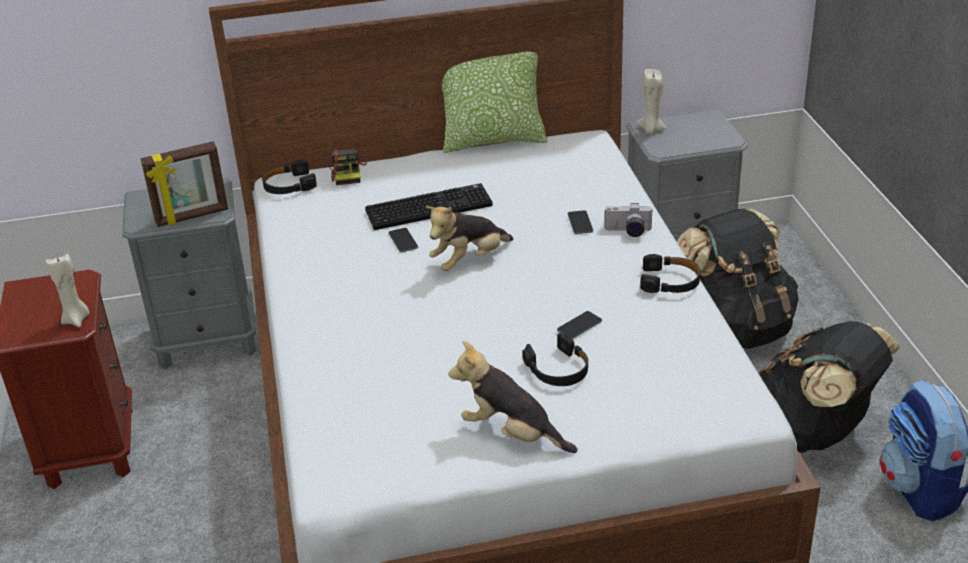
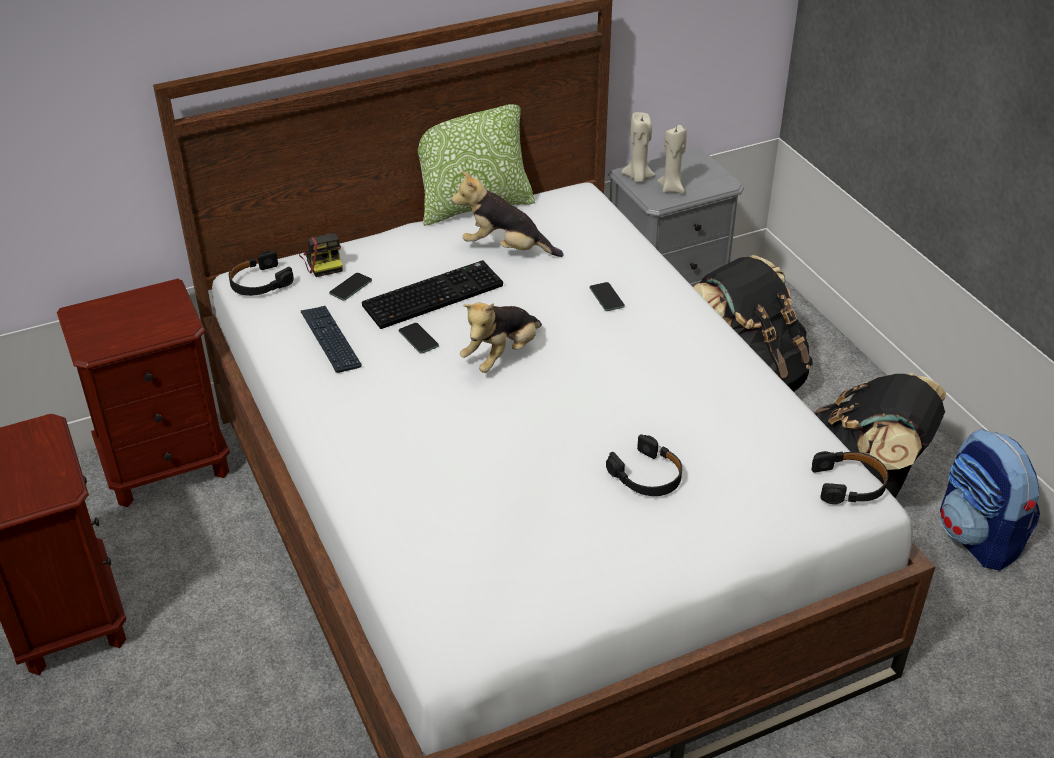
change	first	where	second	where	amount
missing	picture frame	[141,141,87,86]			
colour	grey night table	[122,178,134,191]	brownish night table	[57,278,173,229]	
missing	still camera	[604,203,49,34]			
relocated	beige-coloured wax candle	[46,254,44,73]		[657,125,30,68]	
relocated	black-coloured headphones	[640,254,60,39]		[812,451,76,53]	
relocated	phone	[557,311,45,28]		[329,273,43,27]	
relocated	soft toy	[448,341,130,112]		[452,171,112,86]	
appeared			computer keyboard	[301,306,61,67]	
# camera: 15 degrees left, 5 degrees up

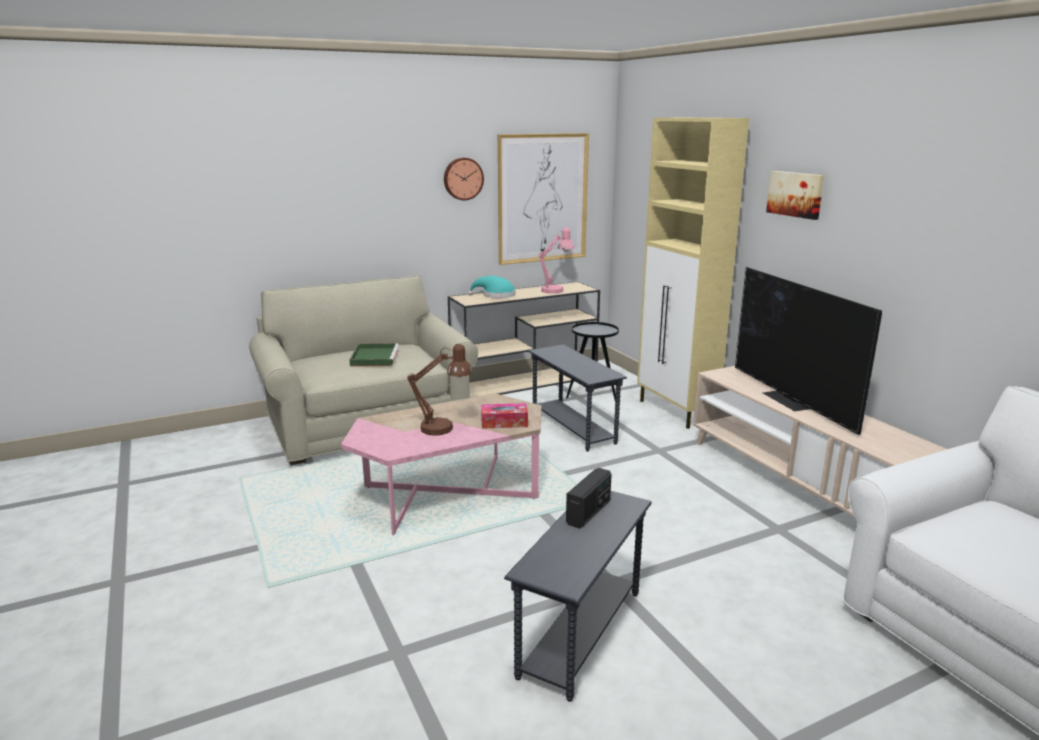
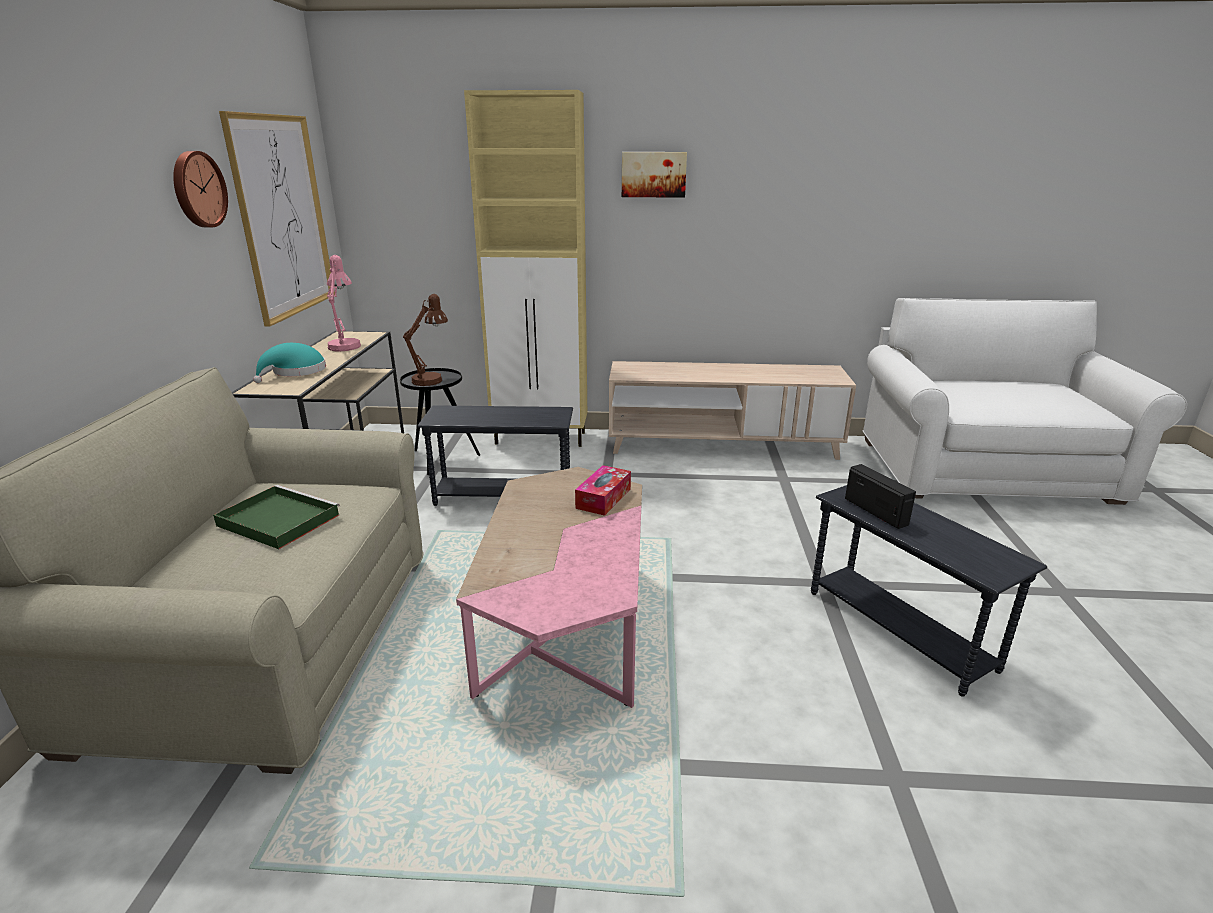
change	first	where	second	where	amount
missing	TV set	[735,267,147,168]			
relocated	brownish table lamp	[407,344,65,91]		[403,294,45,92]	
# camera: 60 degrees left, 5 degrees up

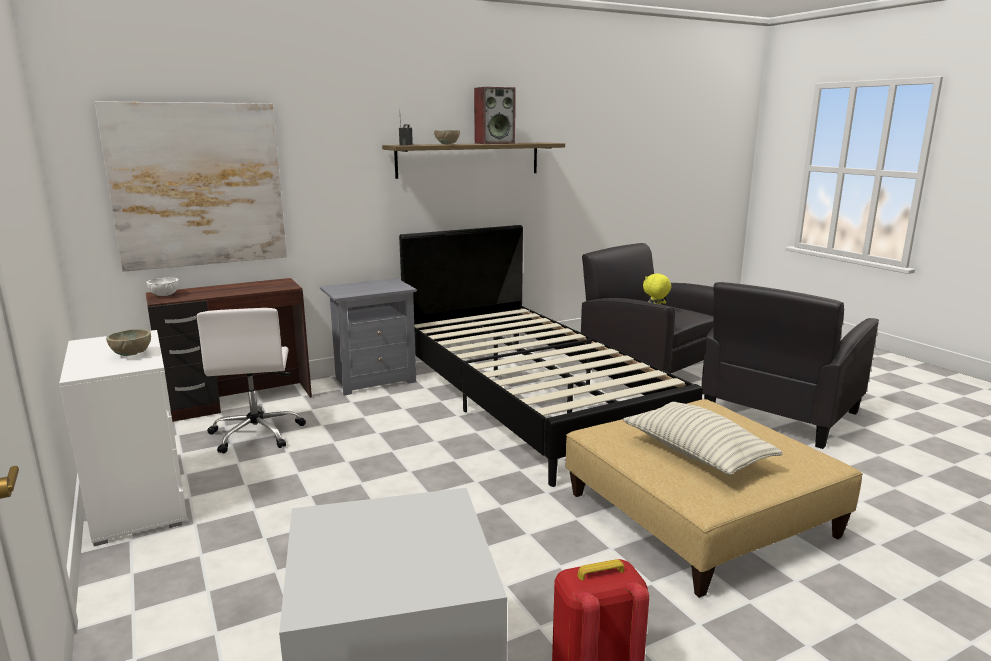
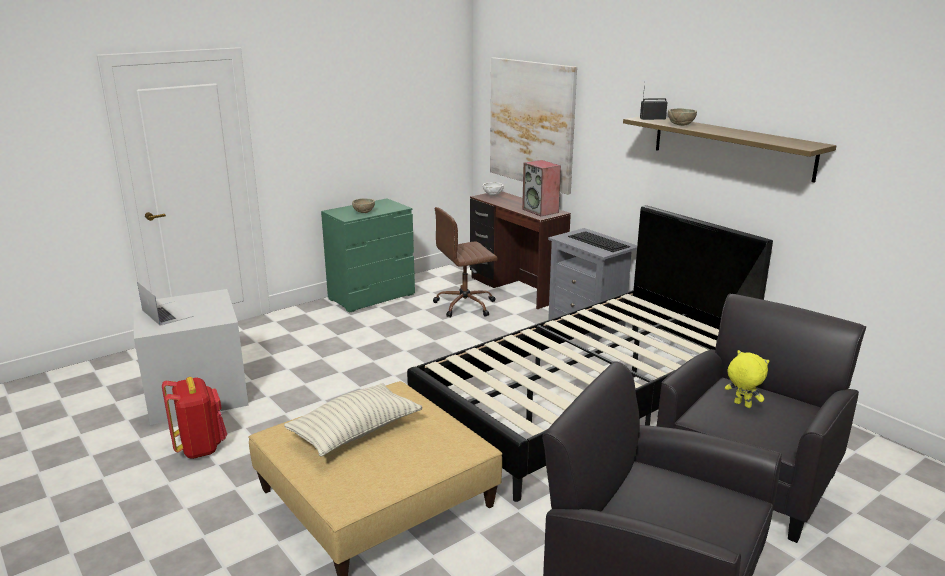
change	first	where	second	where	amount
relocated	speaker	[474,87,42,57]		[522,160,39,56]	
colour	white-coloured desk chair	[196,308,110,145]	brownish desk chair	[433,207,65,111]	
colour	white-coloured drawer chest	[59,330,128,216]	greenish drawer chest	[321,198,94,115]	
appeared			computer keyboard	[568,231,62,21]	
appeared			notebook computer	[137,282,57,44]	
# camera: 80 degrees right, 5 degrees up

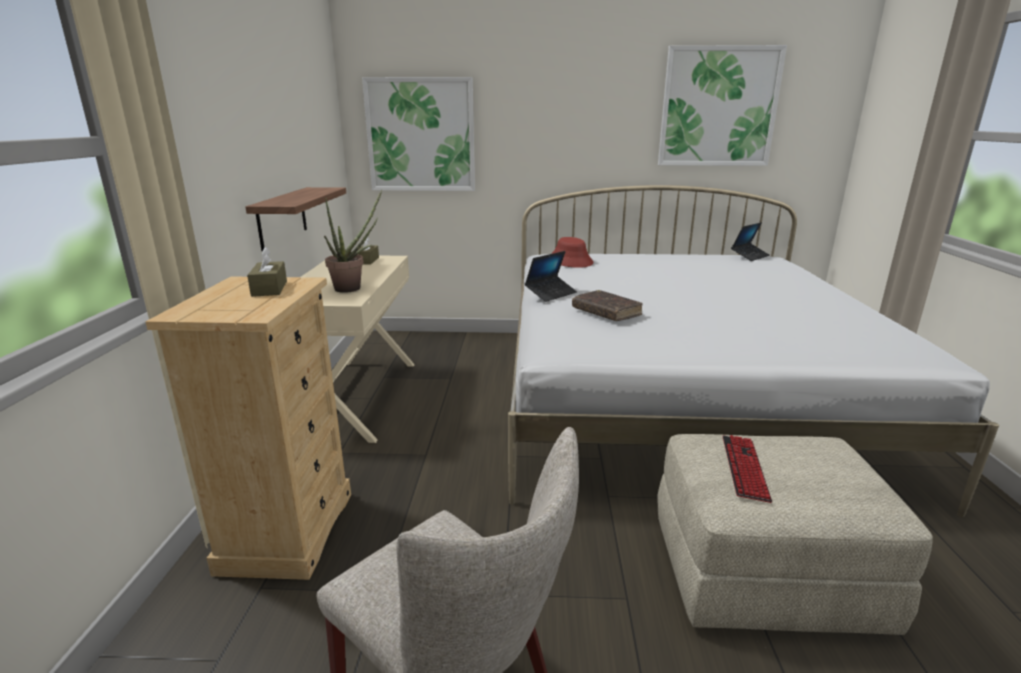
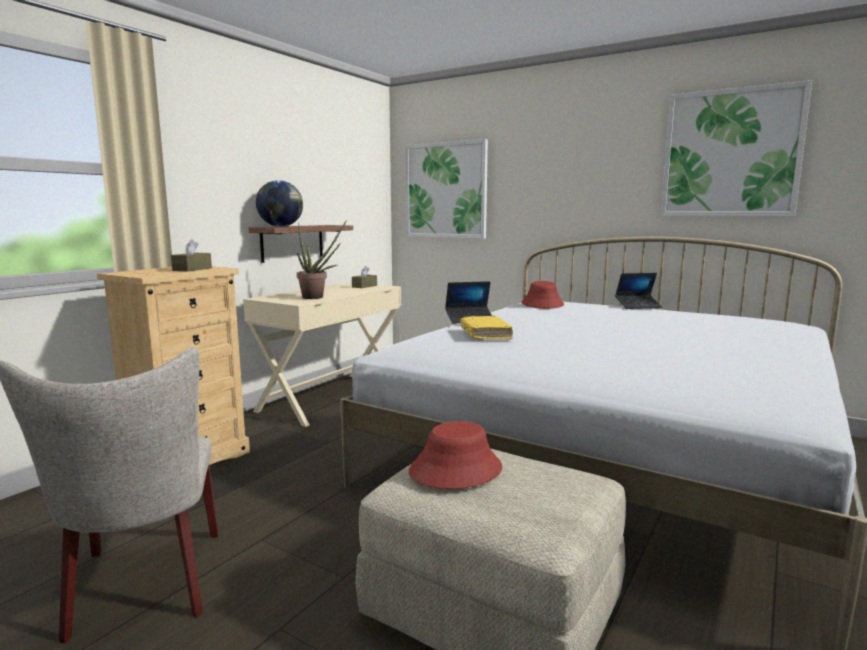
change	first	where	second	where	amount
relocated	notebook computer	[731,222,39,39]		[615,273,47,36]	
colour	brownish book	[572,290,71,31]	yellow-coloured book	[460,316,53,23]	
exchanged	computer keyboard	[723,435,49,68]	red-coloured hat	[409,421,93,68]	
appeared			globe	[256,180,47,47]	
# camera: 30 degrees right, 10 degrees down

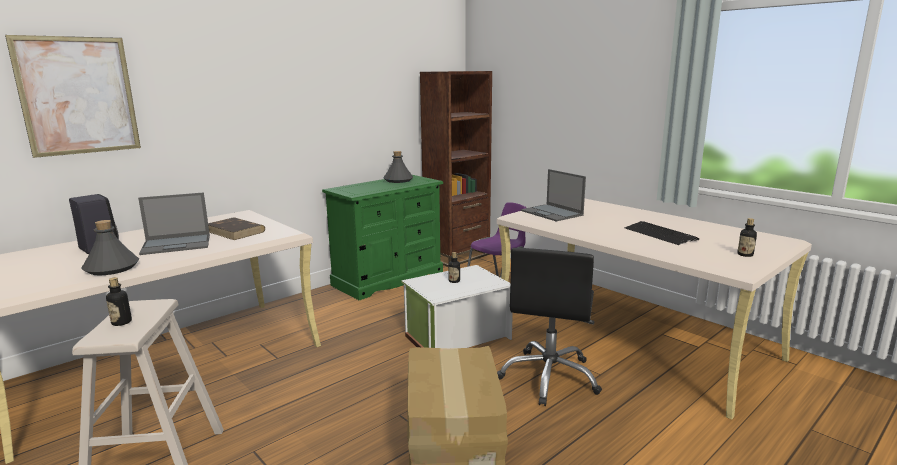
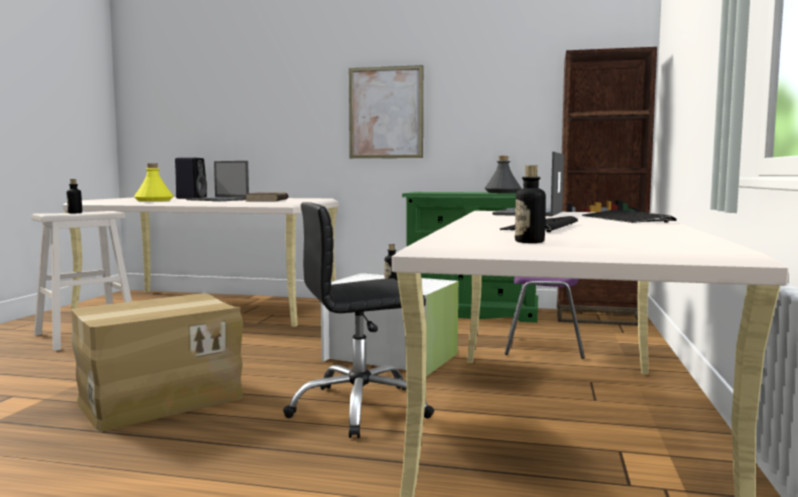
change	first	where	second	where	amount
relocated	wall picture	[5,35,136,123]		[349,65,74,93]	
colour	grey beverage bottle	[81,220,58,55]	yellow-coloured beverage bottle	[134,164,40,37]	
appeared			computer keyboard	[582,210,94,13]	
# camera: 55 degrees right, 10 degrees down

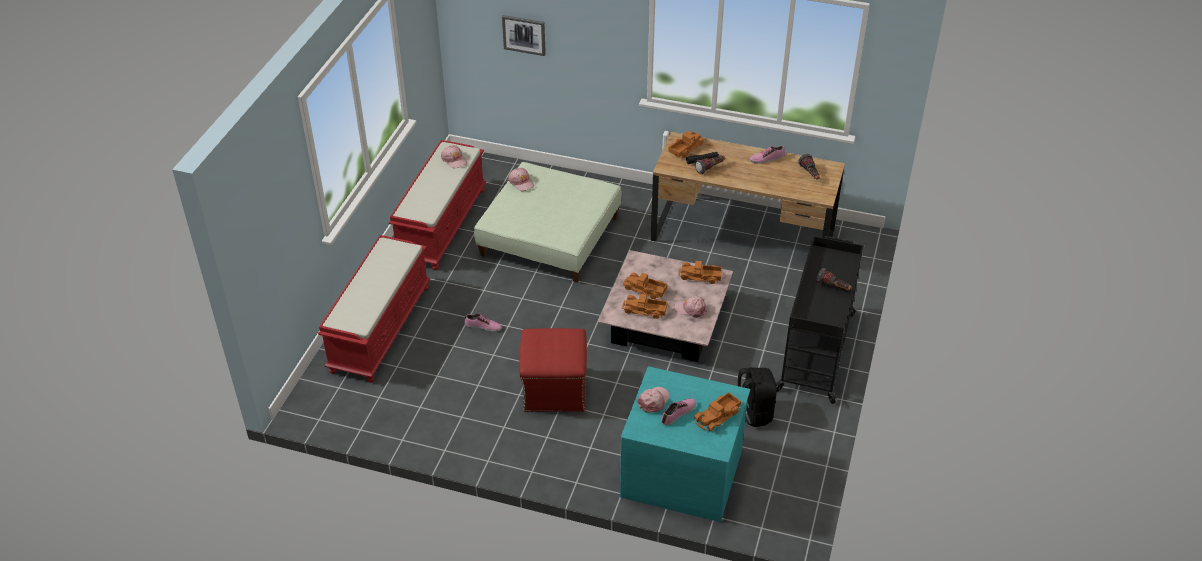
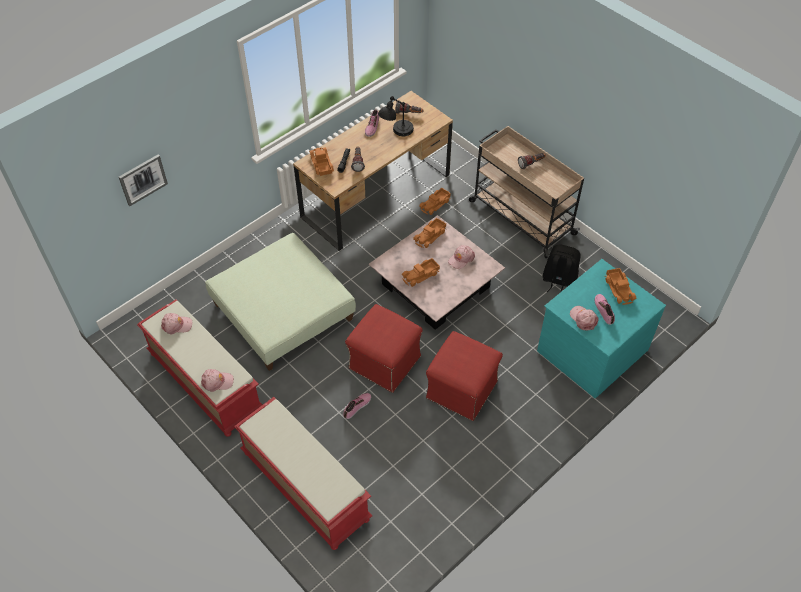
change	first	where	second	where	amount
relocated	pinkish peaked cap	[508,168,27,23]		[201,369,33,23]	
colour	black-coloured trolley	[776,236,88,168]	beige-coloured trolley	[469,126,115,132]	
relocated	toy lorry	[622,294,46,25]		[419,188,32,27]	
appeared			black-coloured table lamp	[378,96,36,40]	
appeared			red-coloured footrest	[345,304,78,89]	
# camera: 60 degrees left, 10 degrees up

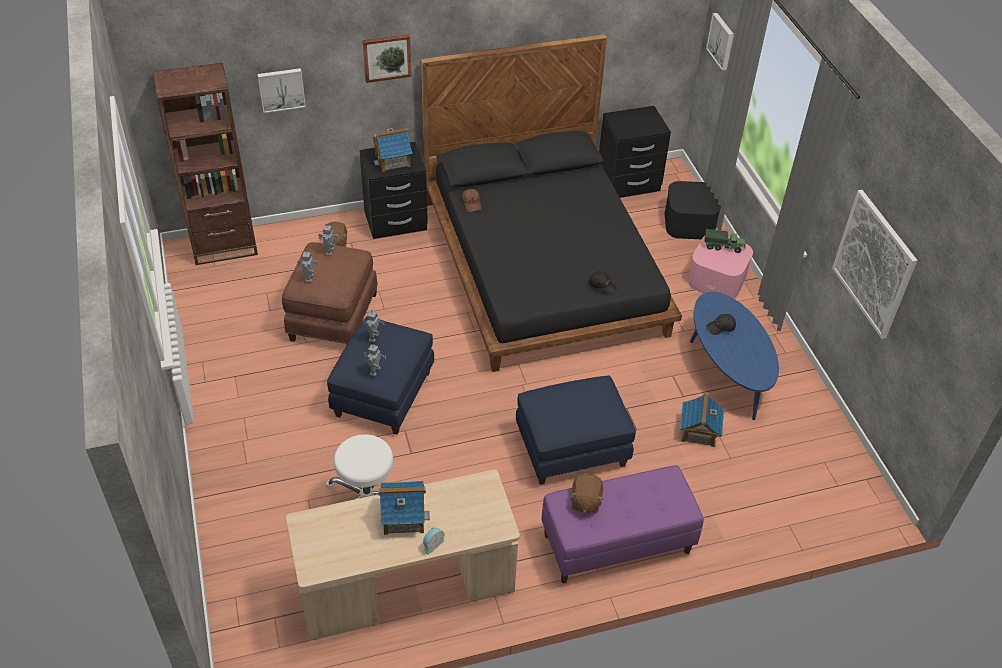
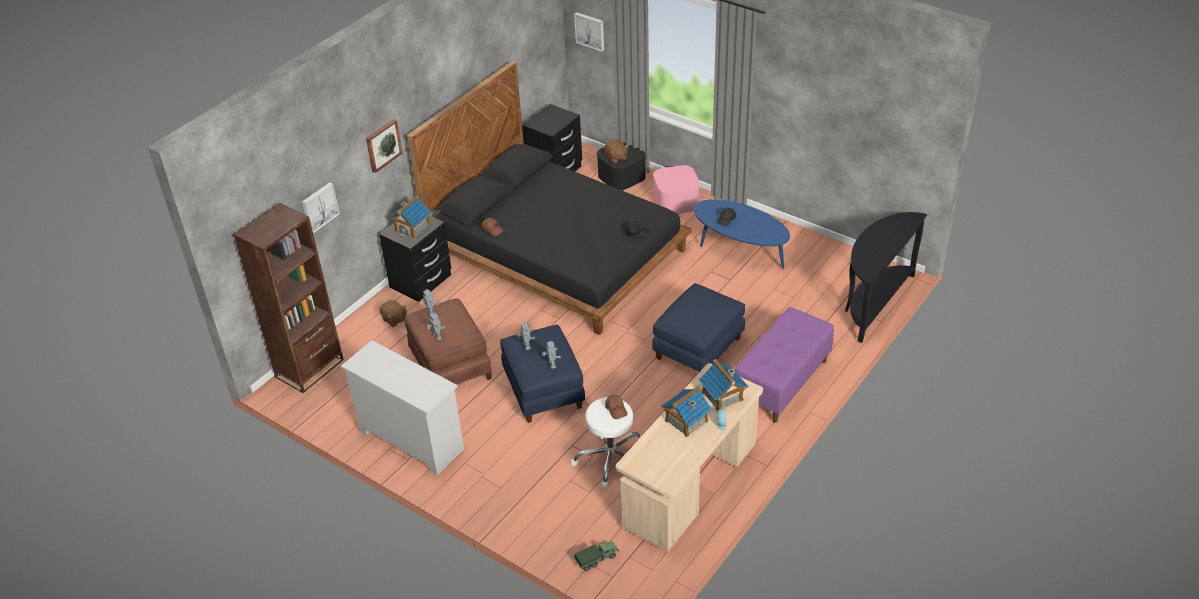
change	first	where	second	where	amount
missing	wall picture	[832,190,85,149]			
relocated	toy lorry	[704,229,42,24]		[574,542,45,29]	
relocated	toy house	[680,392,44,55]		[698,359,50,51]	
relocated	brownish soft toy	[570,474,34,40]		[605,139,23,24]	
appeared			black-coloured hall table	[845,212,82,131]	
appeared			white-coloured drawer chest	[341,340,123,135]	
appeared			brownish peaked cap	[605,395,22,24]	
# camera: 35 degrees left, 5 degrees down

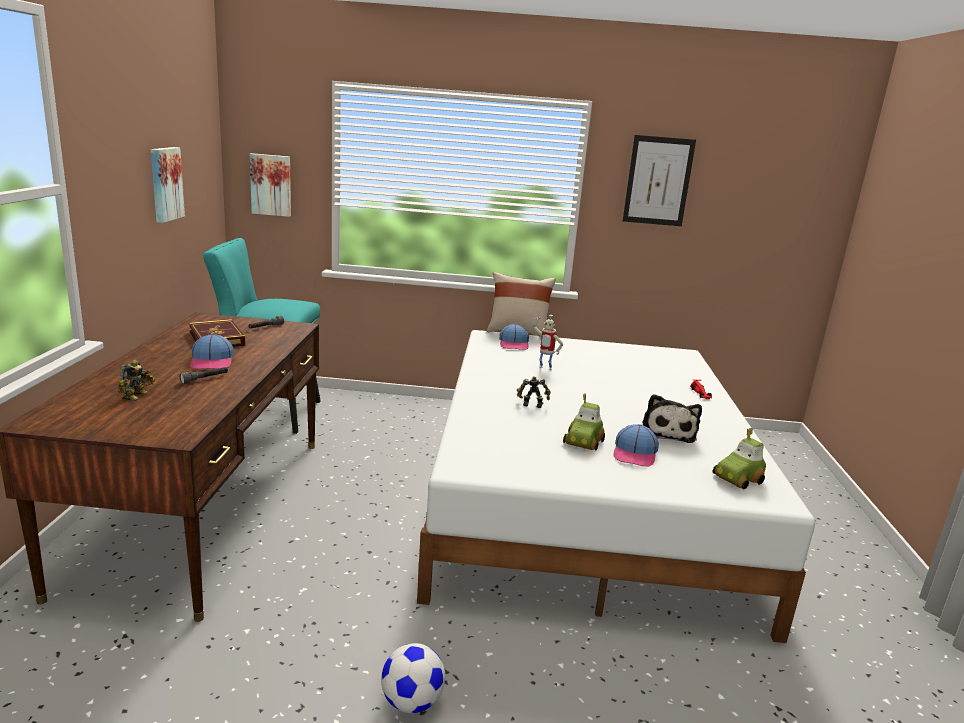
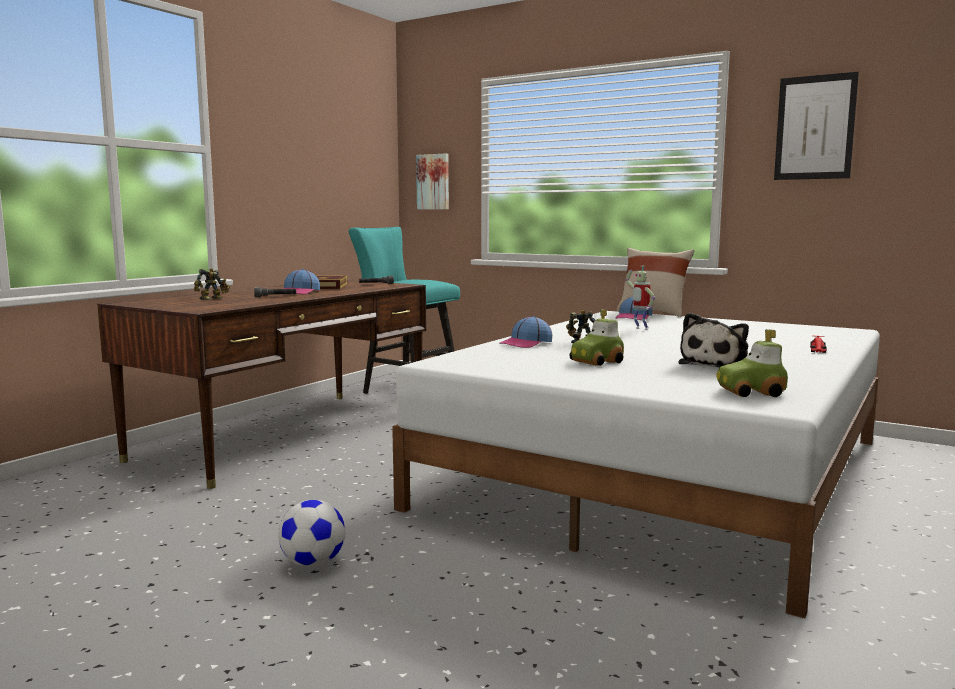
change	first	where	second	where	amount
missing	wall picture	[151,147,34,76]			
relocated	peaked cap	[613,424,46,42]		[499,316,53,32]	
# camera: 30 degrees right, 10 degrees down

